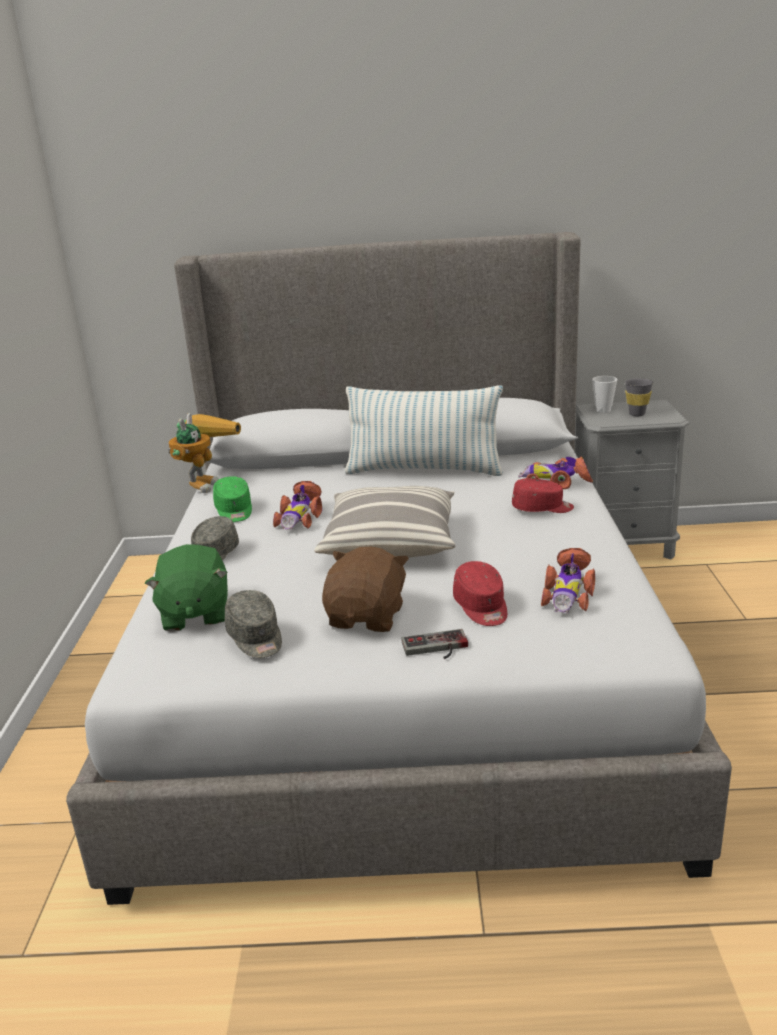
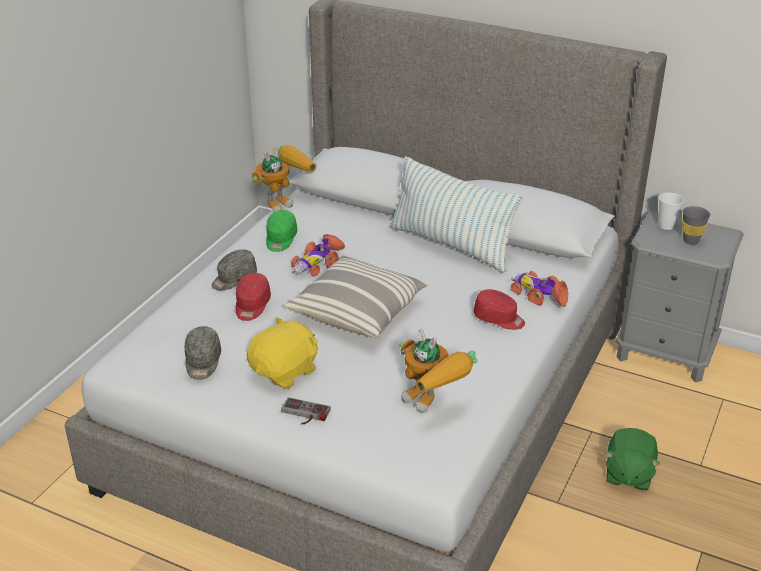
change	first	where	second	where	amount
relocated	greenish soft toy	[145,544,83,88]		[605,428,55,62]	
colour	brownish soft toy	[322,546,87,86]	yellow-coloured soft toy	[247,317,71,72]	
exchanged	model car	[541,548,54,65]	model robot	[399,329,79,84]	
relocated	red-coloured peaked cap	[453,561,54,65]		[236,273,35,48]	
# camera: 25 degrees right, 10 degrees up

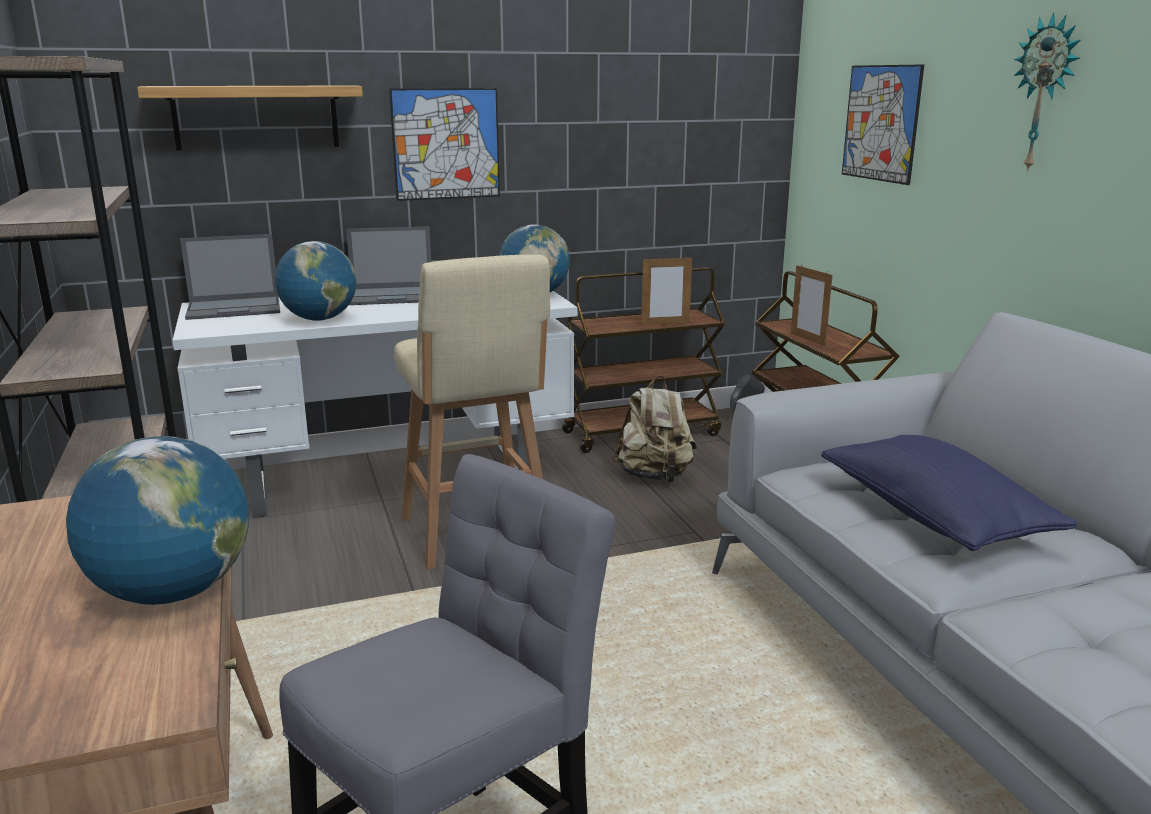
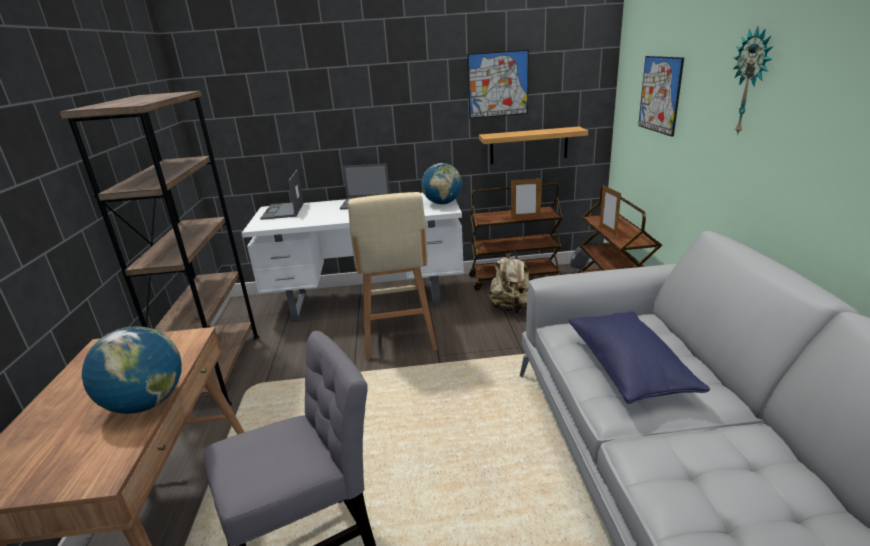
change	first	where	second	where	amount
relocated	shelf	[137,85,226,65]		[479,127,109,37]	
relocated	wall picture	[389,88,111,113]		[467,50,62,69]	
spun	notebook computer	[180,234,100,86]		[260,169,44,51]	90 degrees clockwise
missing	globe	[275,241,81,80]			
# camera: 15 degrees right, 5 degrees up

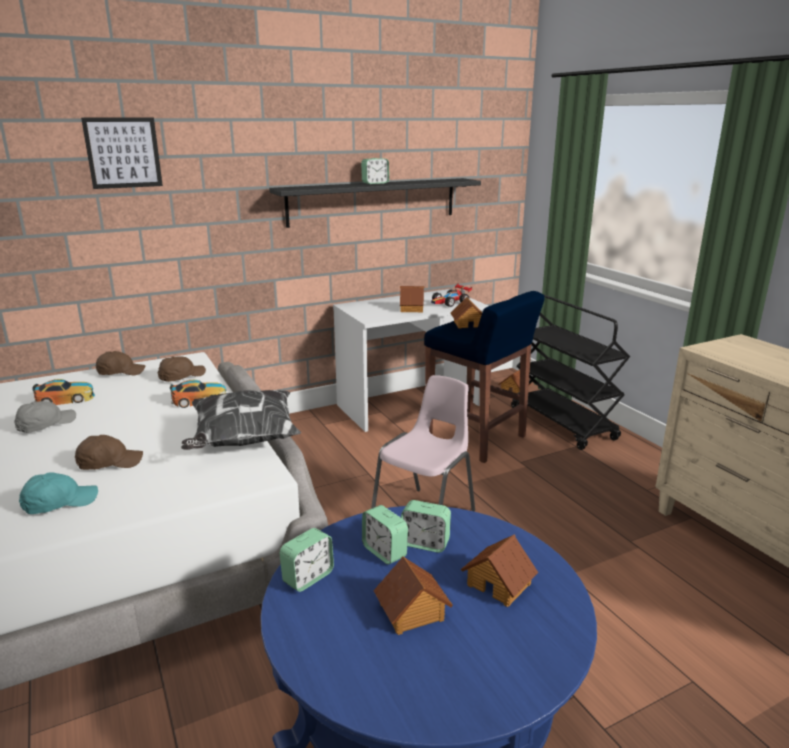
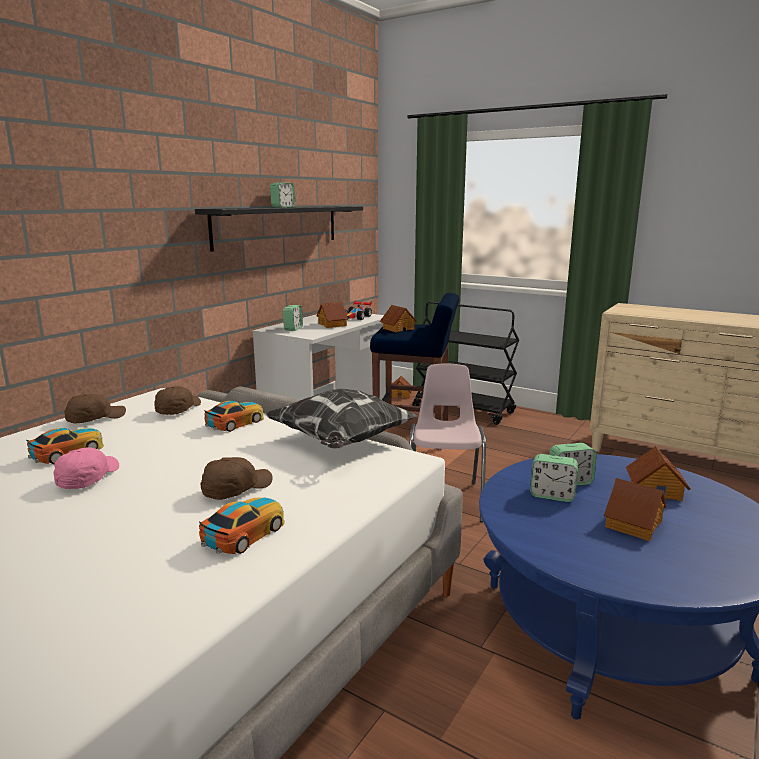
change	first	where	second	where	amount
missing	wall picture	[81,118,82,71]			
colour	grey peaked cap	[14,401,62,32]	pinkish peaked cap	[54,447,65,42]	
exchanged	turquoise peaked cap	[19,472,79,42]	model car	[199,497,86,57]	
relocated	bedside clock	[280,528,54,64]		[283,305,20,26]	
# camera: 30 degrees left, 5 degrees down

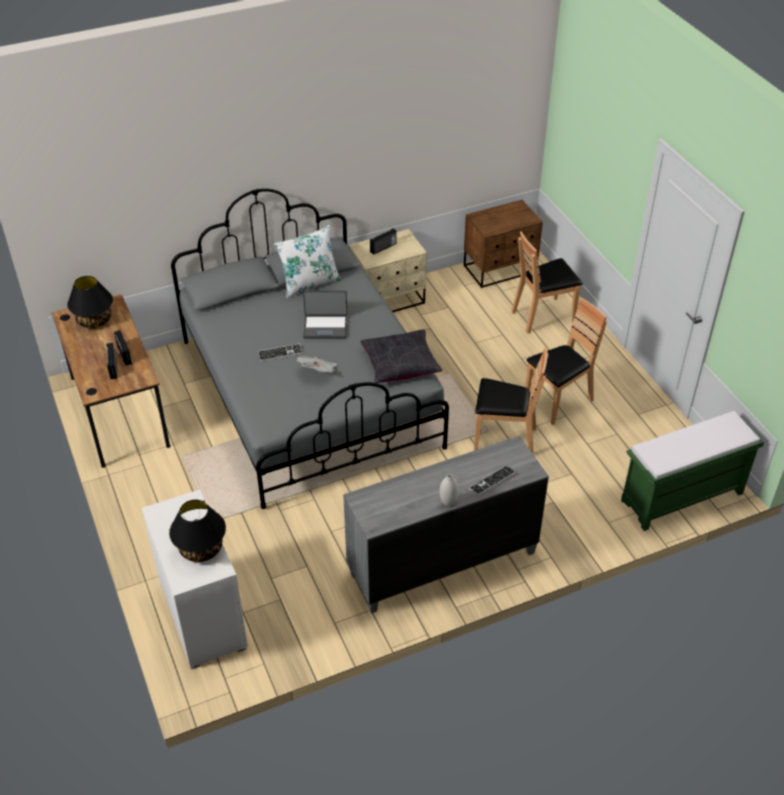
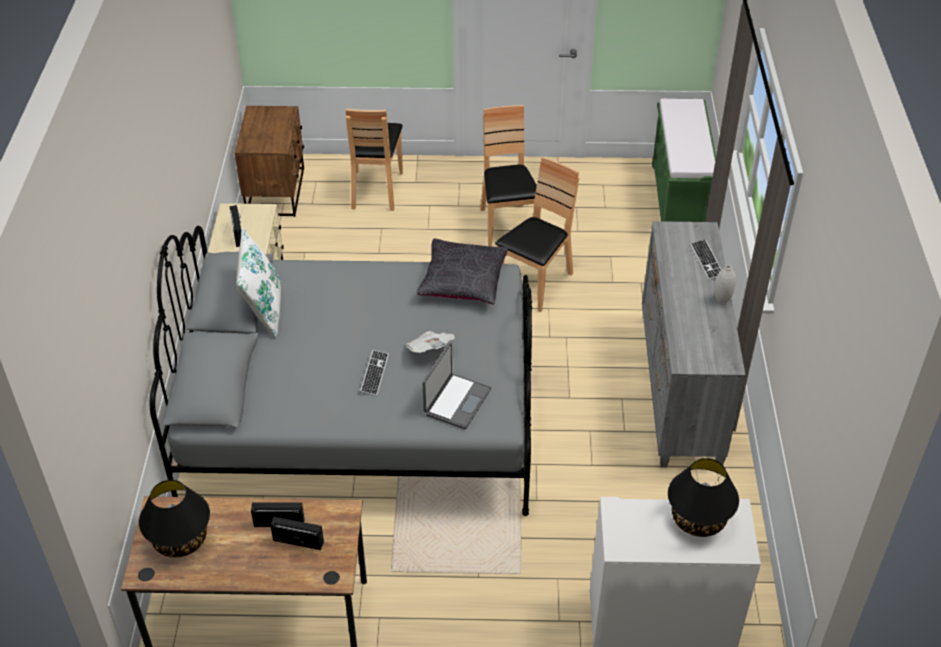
change	first	where	second	where	amount
relocated	notebook computer	[303,290,44,48]		[423,343,68,86]	
# camera: 65 degrees left, 0 degrees up

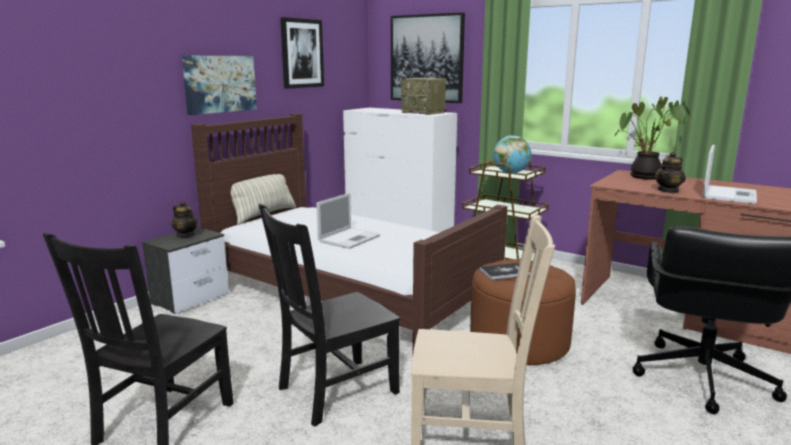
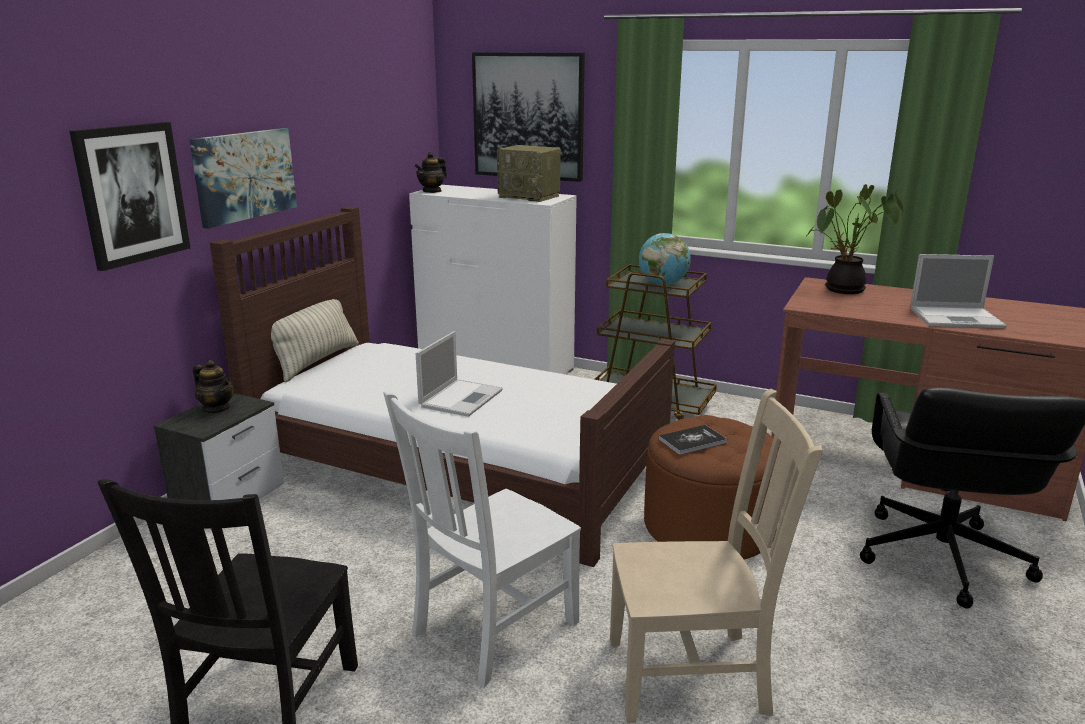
change	first	where	second	where	amount
relocated	wall picture	[280,17,44,72]		[69,122,121,149]	
spun	notebook computer	[702,145,55,59]		[910,254,97,74]	75 degrees clockwise
relocated	tea pot	[654,151,32,42]		[415,152,32,41]	
colour	black-coloured plain chair	[258,204,142,222]	white-coloured plain chair	[383,391,198,297]	
# camera: 10 degrees left, 5 degrees up

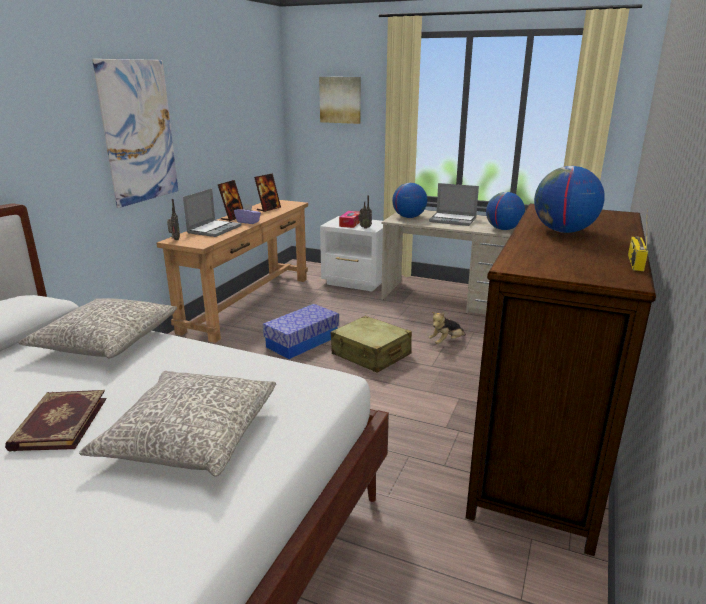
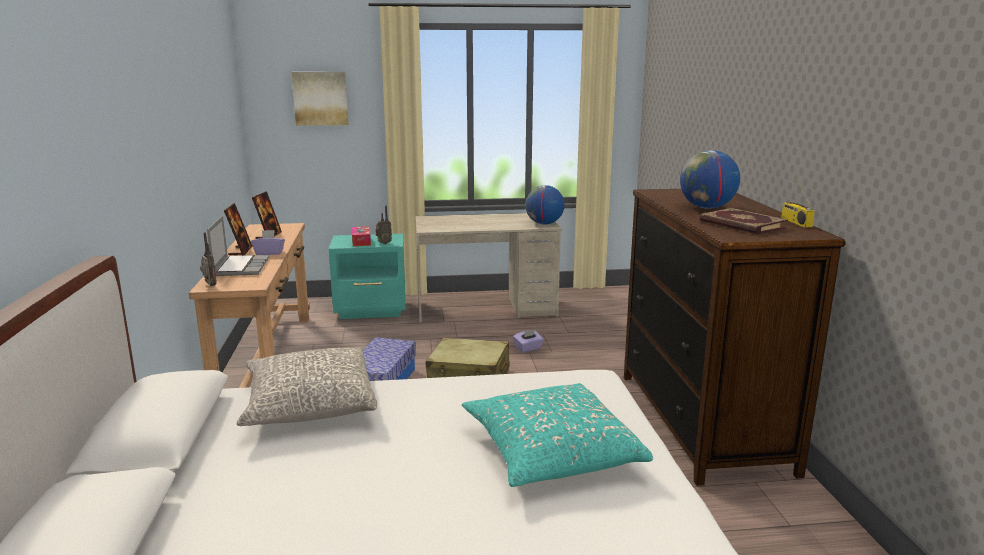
change	first	where	second	where	amount
missing	wall picture	[92,59,86,149]			
missing	globe	[392,183,35,35]			
missing	notebook computer	[429,183,50,43]			
colour	white-coloured night table	[320,216,63,76]	turquoise night table	[329,234,77,85]	
exchanged	soft toy	[428,312,38,32]	purple-coloured tissue box	[513,330,31,23]	
colour	grey throw pillow	[79,371,197,106]	turquoise throw pillow	[462,383,191,104]	
relocated	book	[5,390,101,62]		[700,208,88,27]	
# camera: 30 degrees left, 5 degrees down

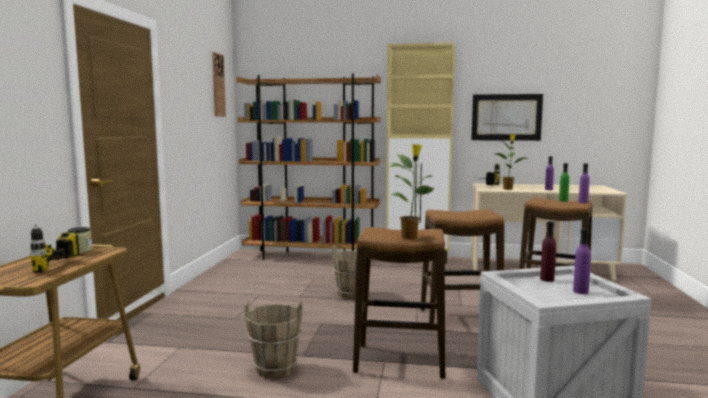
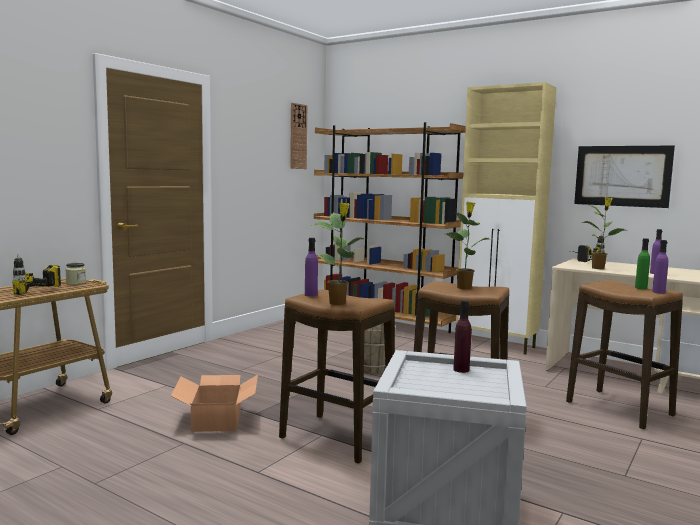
change	first	where	second	where	amount
relocated	purple-coloured beverage bottle	[573,229,18,65]		[305,238,13,59]	
exchanged	brownish bucket	[245,301,58,78]	cardboard box	[171,375,87,57]	
appeared			potted plant	[447,202,42,87]	
# camera: 25 degrees right, 0 degrees up

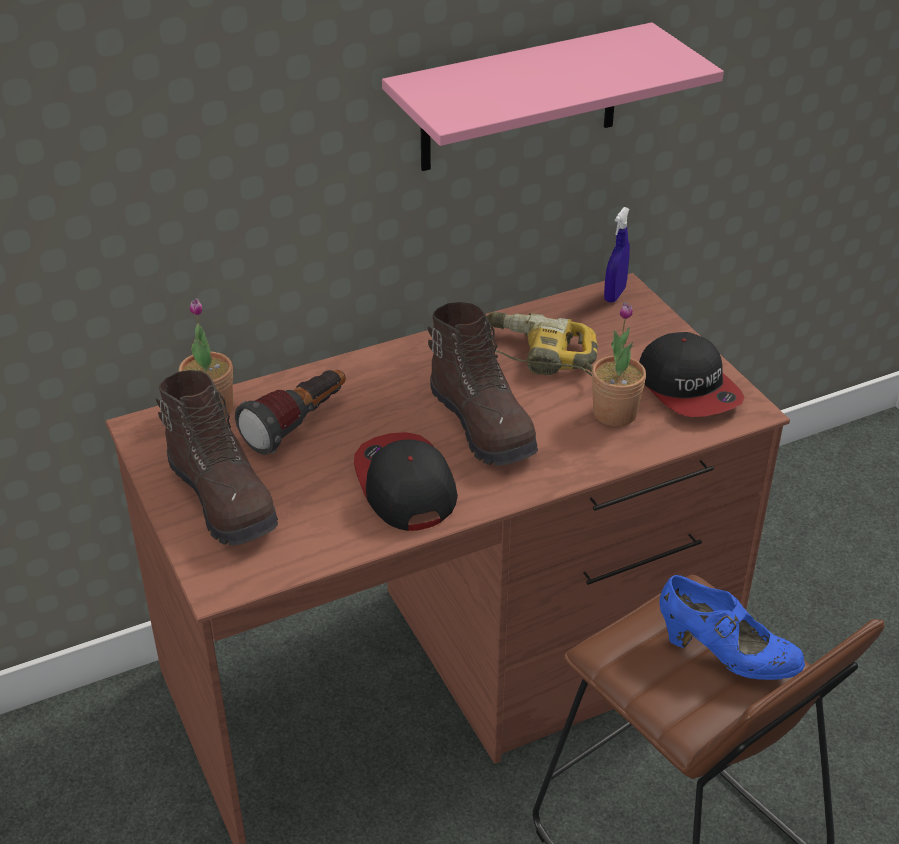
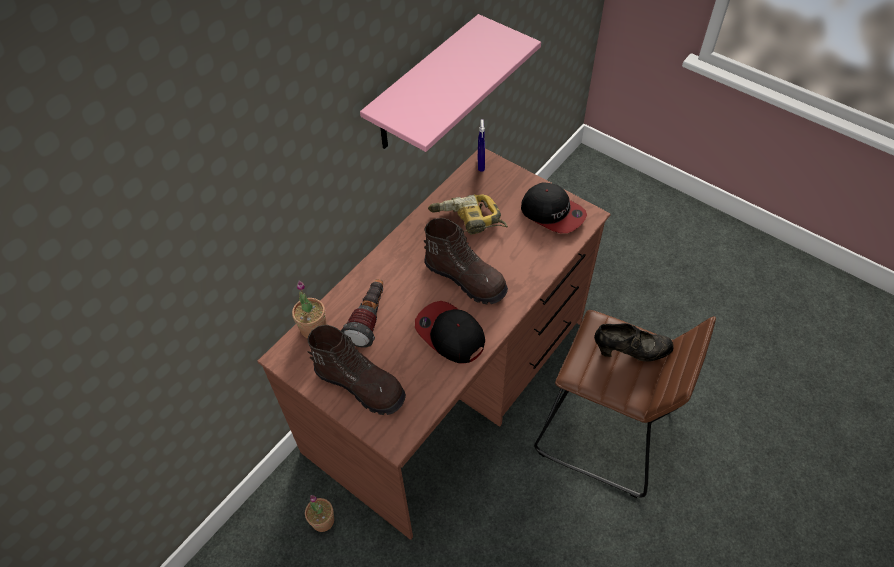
change	first	where	second	where	amount
relocated	potted plant	[592,302,54,124]		[305,495,29,37]	
colour	blue item of footwear	[659,575,146,105]	black-coloured item of footwear	[594,323,80,39]	
# camera: 25 degrees left, 15 degrees up

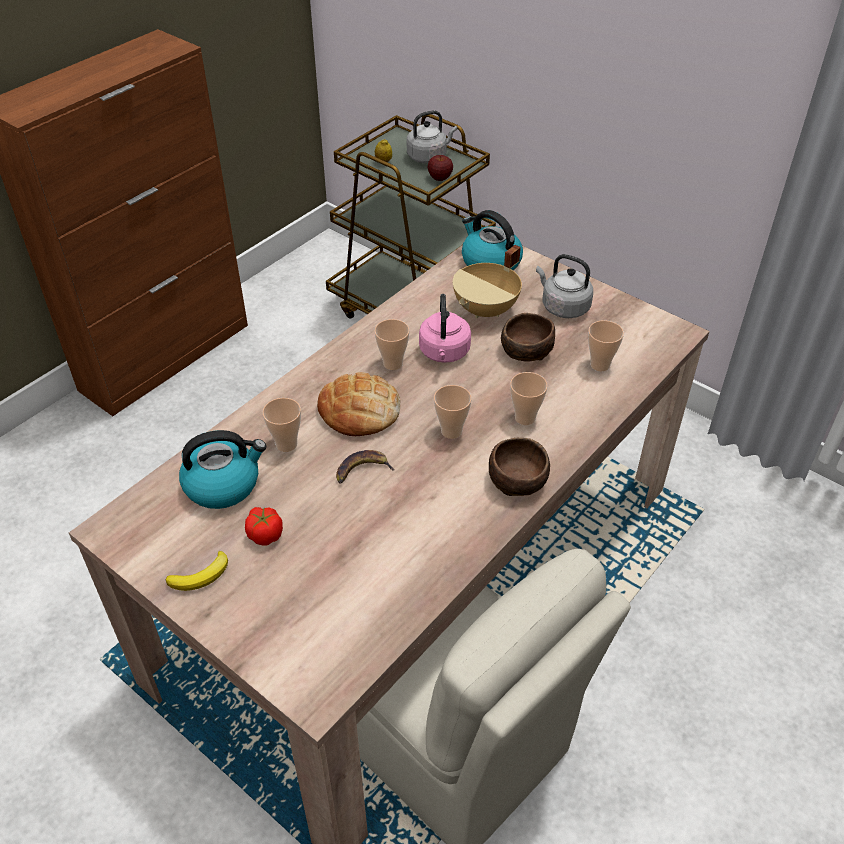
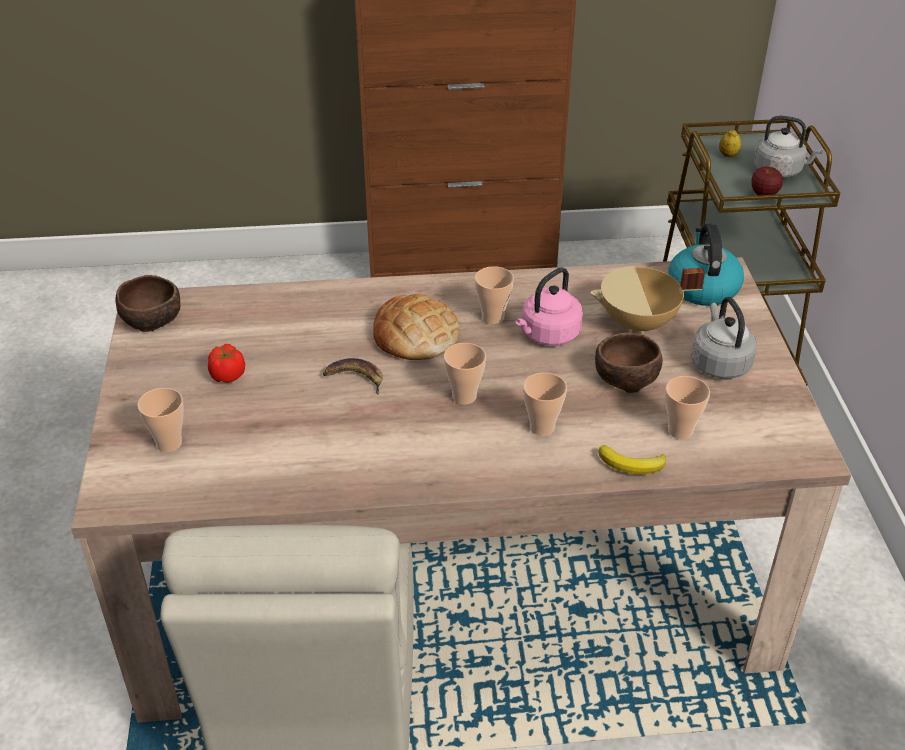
change	first	where	second	where	amount
relocated	small cup	[262,398,39,54]		[137,388,47,64]	
missing	water kettle	[179,430,87,79]			
relocated	brownish serving bowl	[489,438,61,58]		[116,275,64,57]	
relocated	banana	[166,551,62,40]		[598,445,68,29]	
# camera: 45 degrees right, 5 degrees down

